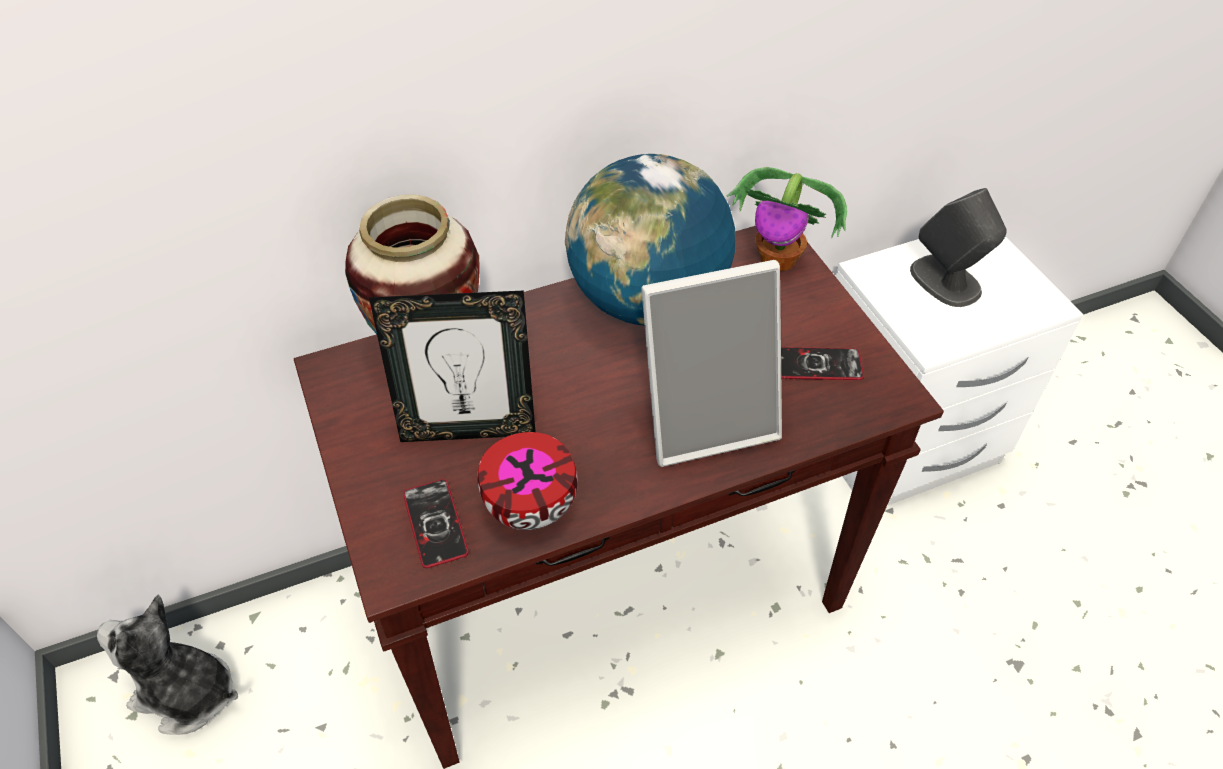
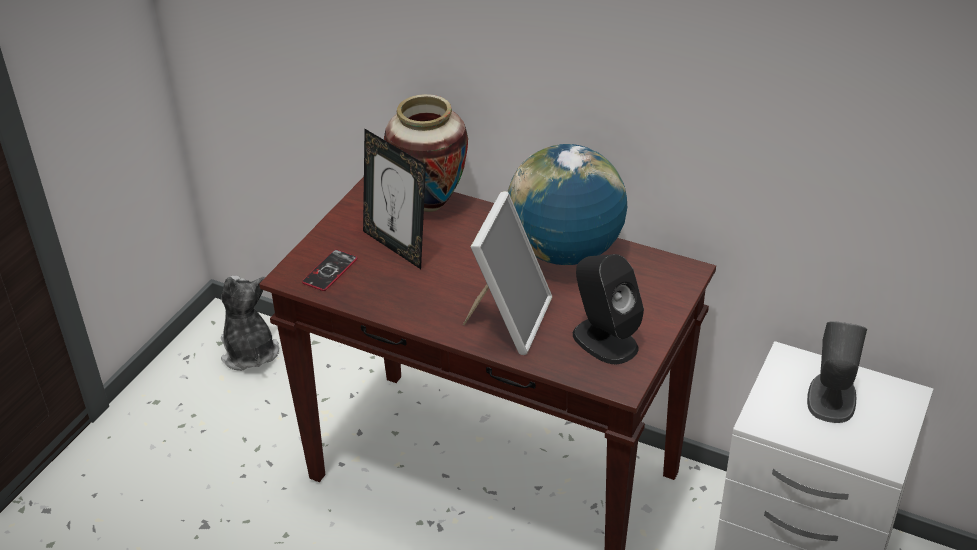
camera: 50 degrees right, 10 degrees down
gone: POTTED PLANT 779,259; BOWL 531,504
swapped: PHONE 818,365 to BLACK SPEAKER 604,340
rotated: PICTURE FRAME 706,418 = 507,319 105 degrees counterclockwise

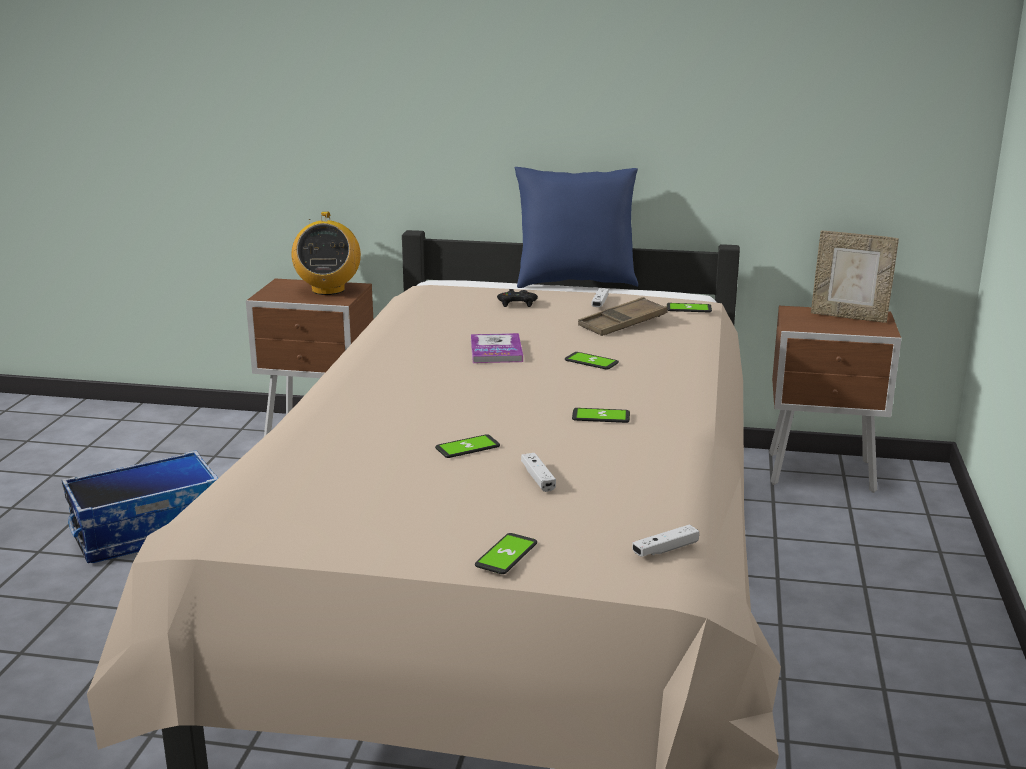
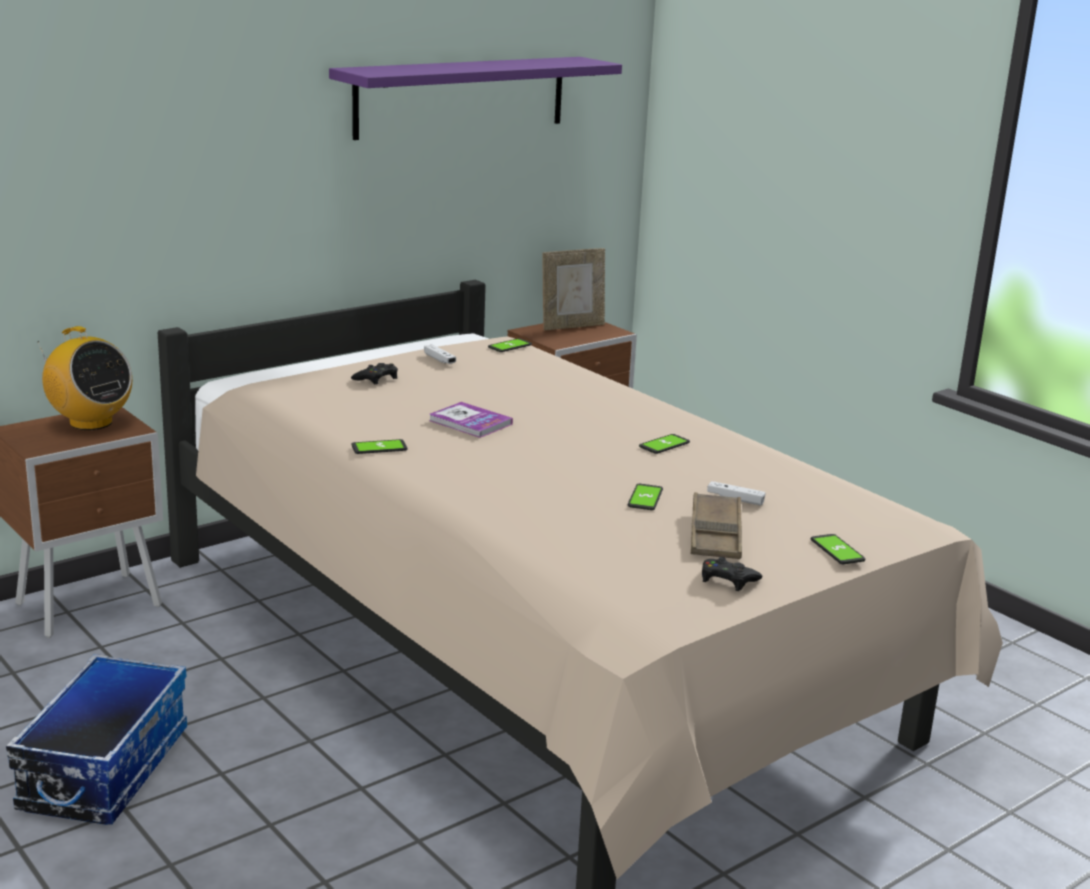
camera: 50 degrees left, 0 degrees up
gone: BLUE PILLOW 575,282; WHITE GAME CONTROLLER 665,549
new: PURPLE SHELF 461,96; BLACK GAME CONTROLLER 727,580
shifted: BROWN TRAY 622,323 to 715,534; PHONE 591,362 to 379,448

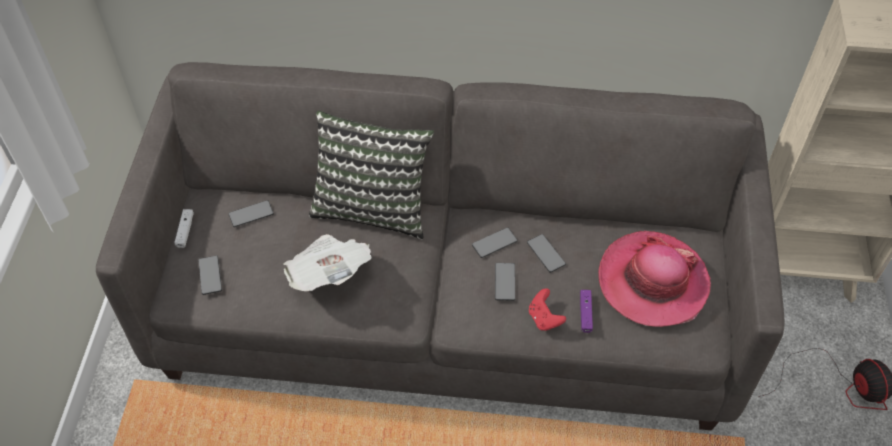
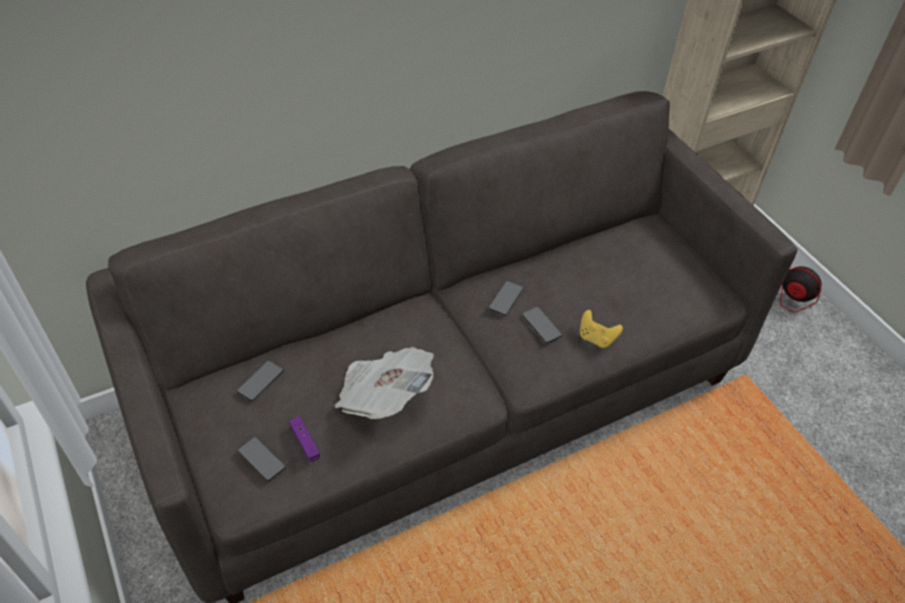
camera: 35 degrees left, 5 degrees down
gone: PILLOW 373,206; WHITE GAME CONTROLLER 185,231; HAT 652,282; PHONE 546,253
shifted: PURPLE GAME CONTROLLER 585,313 to 305,442
repainted: RED GAME CONTROLLER 544,318 to YELLOW GAME CONTROLLER 596,338

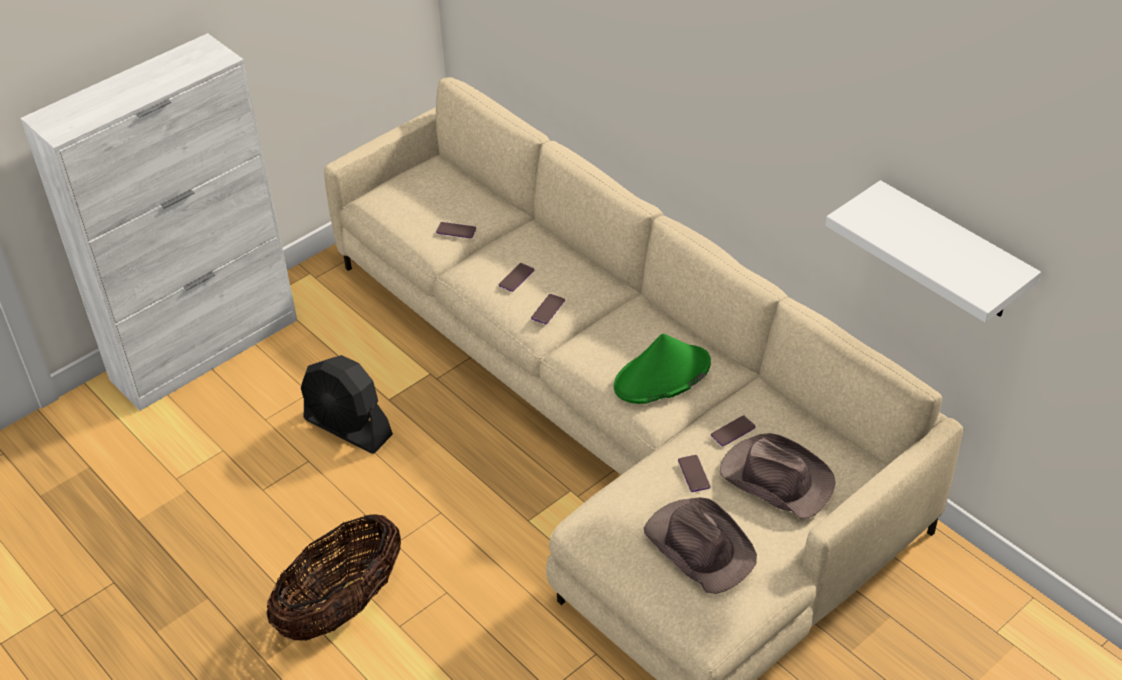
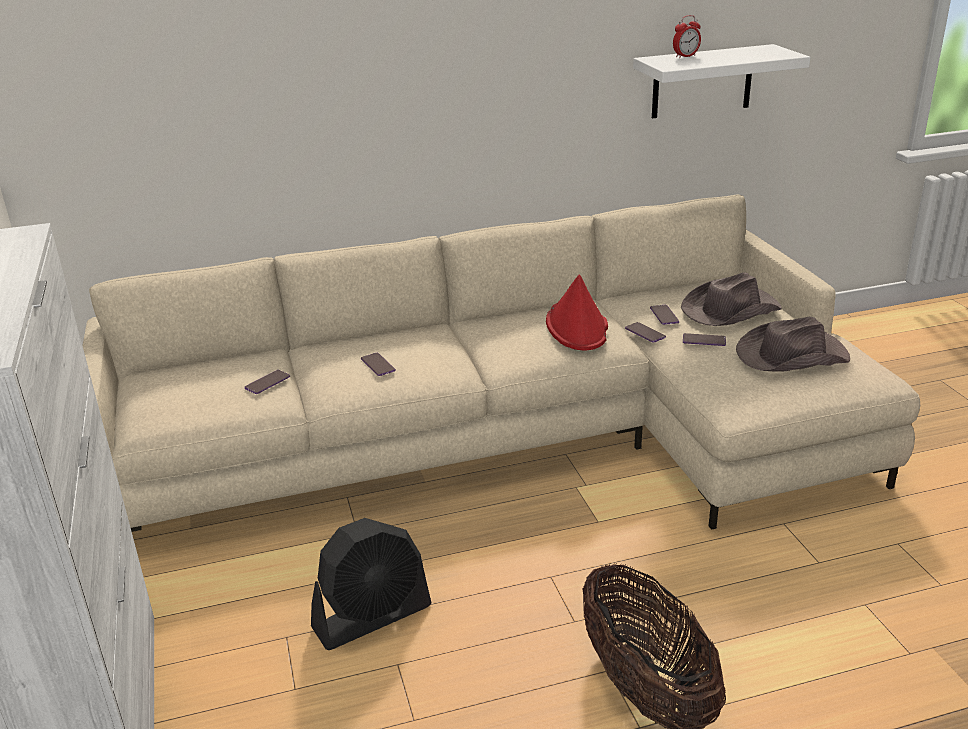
camera: 65 degrees left, 15 degrees down
new: ALARM CLOCK 685,56
shifted: PHONE 548,309 to 645,333
repainted: GREEN HAT 662,376 to RED HAT 577,327

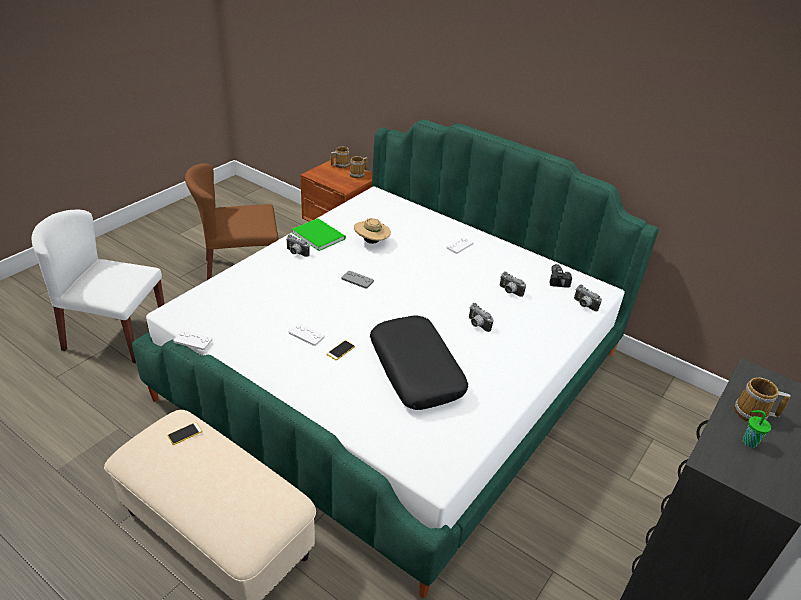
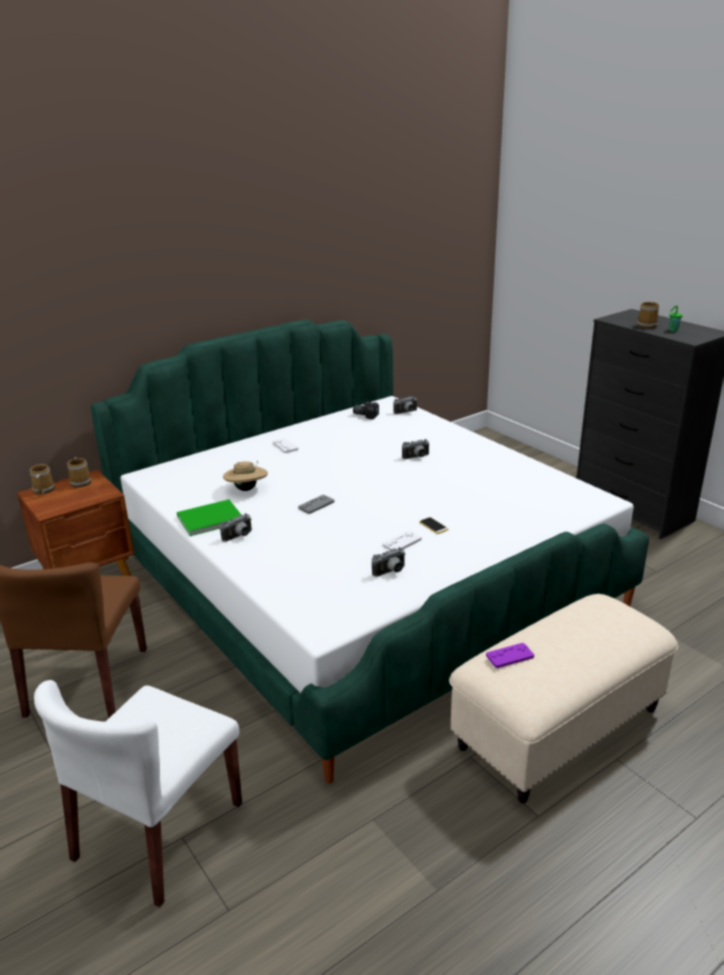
camera: 70 degrees left, 10 degrees down
gone: BLACK PILLOW 416,370; WHITE GAME CONTROLLER 193,341
shifted: PHOTO CAMERA 509,291 to 391,572
swapped: PHONE 185,433 to PURPLE GAME CONTROLLER 510,656

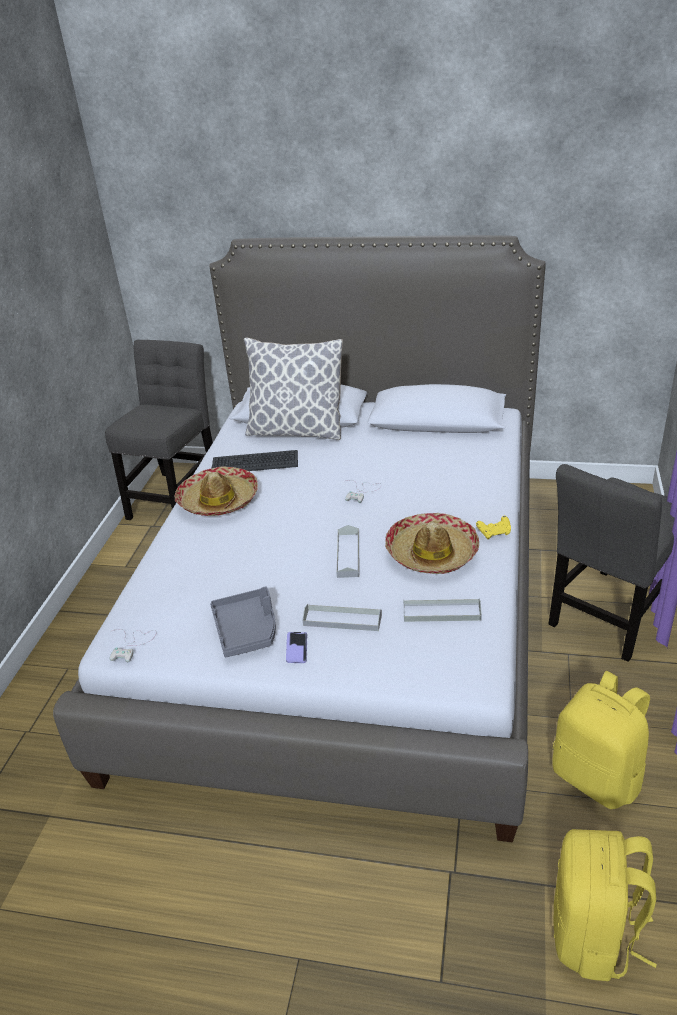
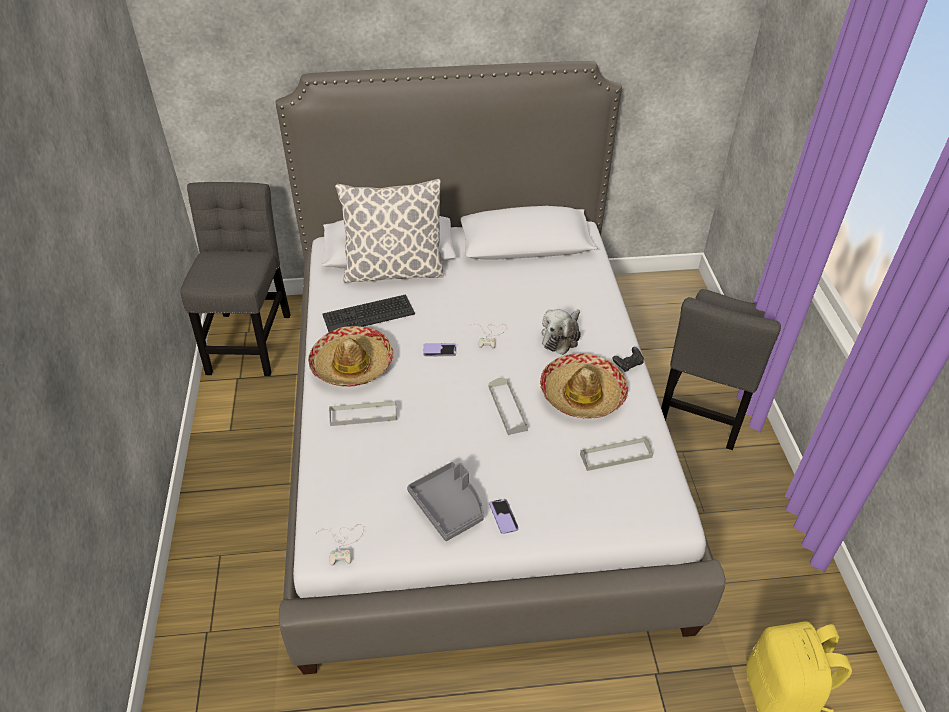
camera: 20 degrees left, 10 degrees up
gone: YELLOW BACKPACK 597,777
new: PLUSH TOY 561,337; PHONE 439,350
shifted: GREY TRAY 342,620 to 363,415
repainted: YELLOW GAME CONTROLLER 494,533 to BLACK GAME CONTROLLER 628,364

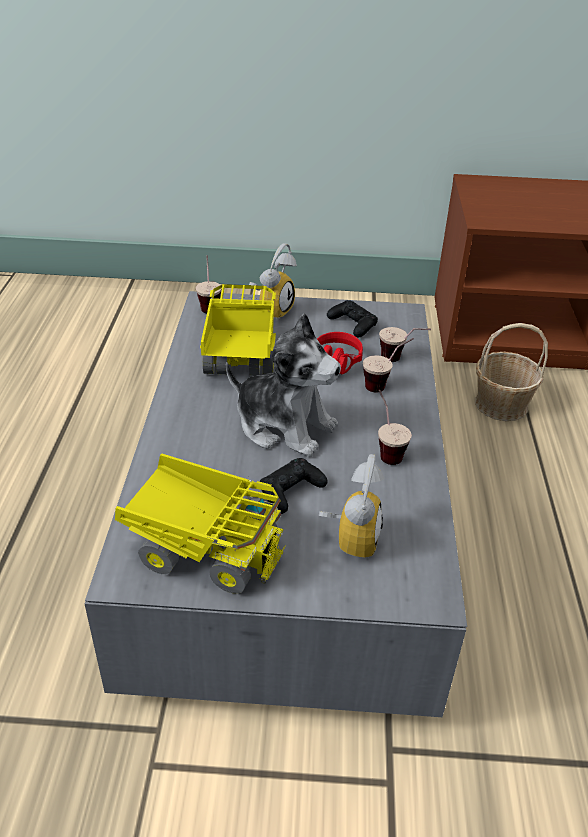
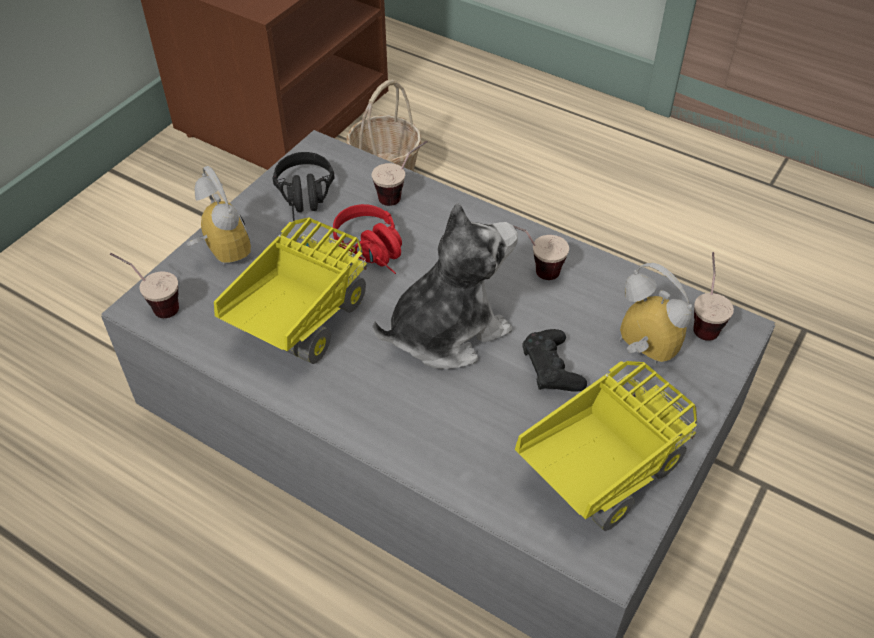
camera: 60 degrees left, 10 degrees up
shifted: CUP 385,384 to 703,320
swapped: BLACK GAME CONTROLLER 353,324 to BLACK HEADPHONES 306,199
rotated: TOY TRUCK 239,360 = 299,322 90 degrees clockwise

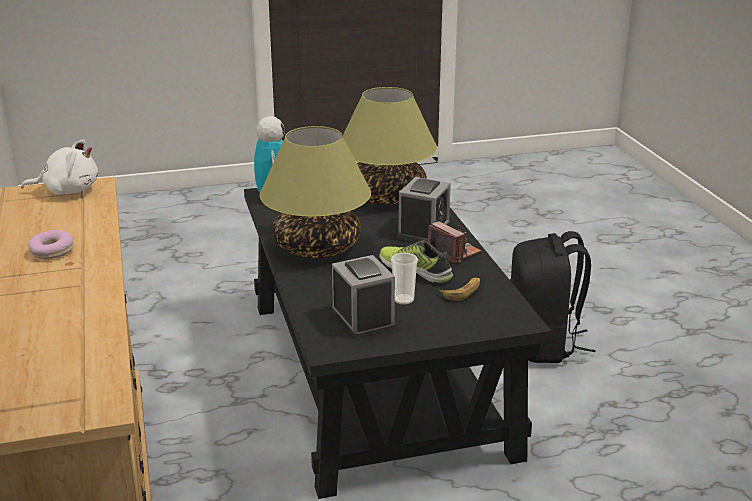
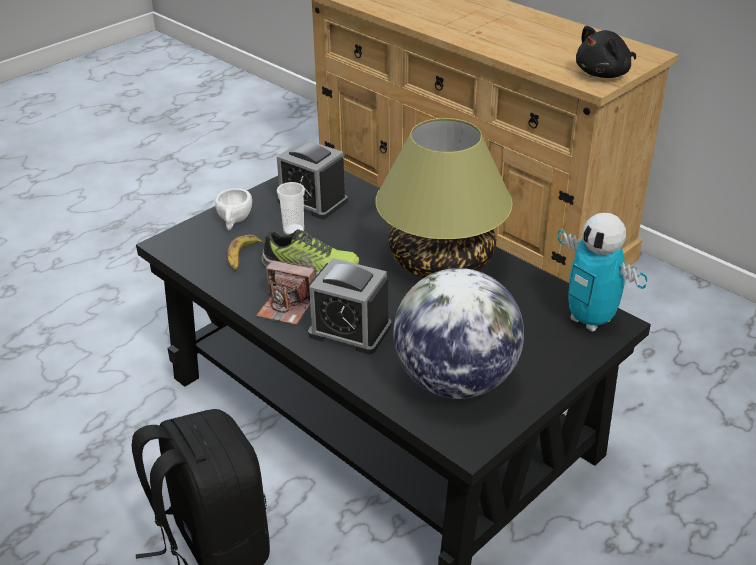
camera: 150 degrees right, 10 degrees up
gone: DONUT 52,251
new: WHITE CUP 234,222
swapped: TABLE LAMP 387,196 to GLOBE 455,381
repainted: WHITE PLUSH TOY 68,191 to BLACK PLUSH TOY 604,74
rotated: ALARM CLOCK 424,230 = 350,330 60 degrees counterclockwise

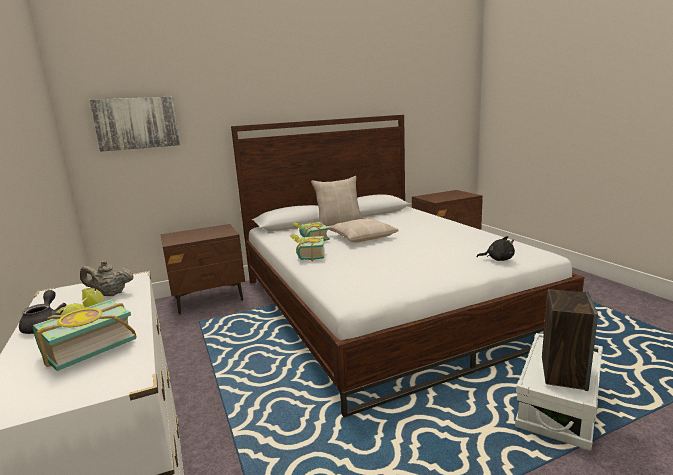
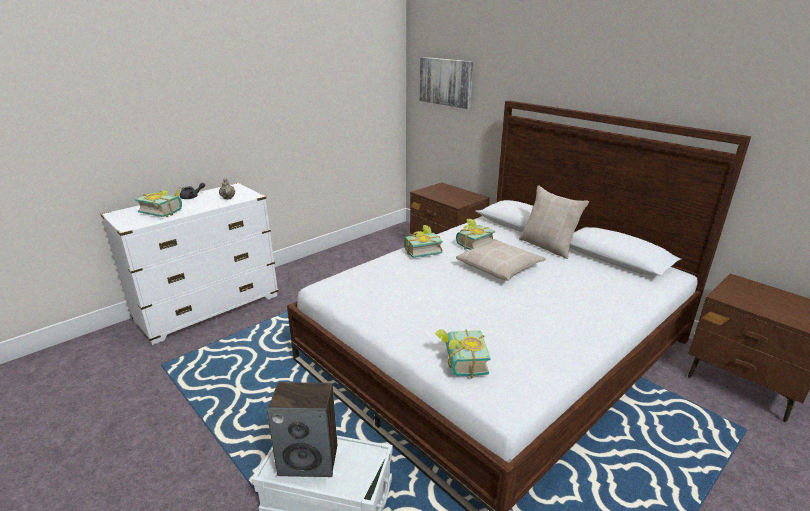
camera: 70 degrees right, 10 degrees up
swapped: BLACK PLUSH TOY 498,259 to BOOK 460,363

